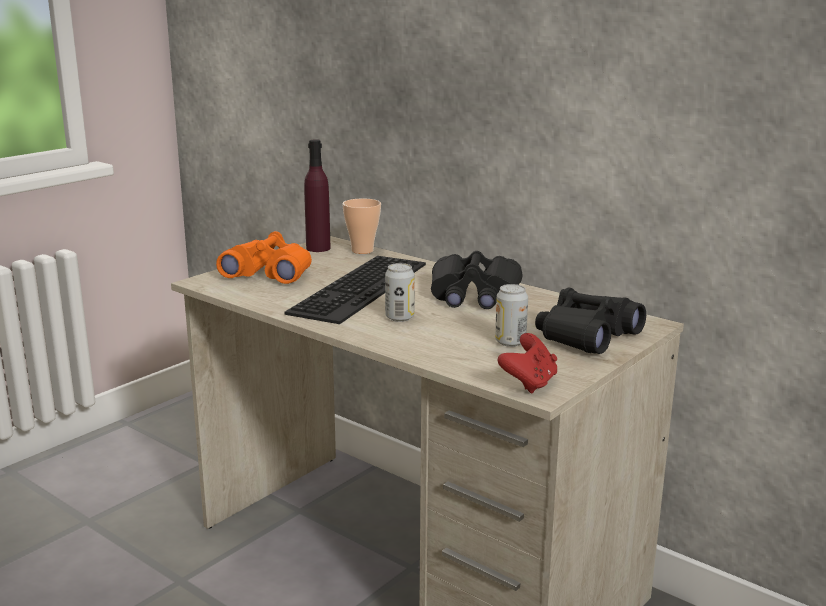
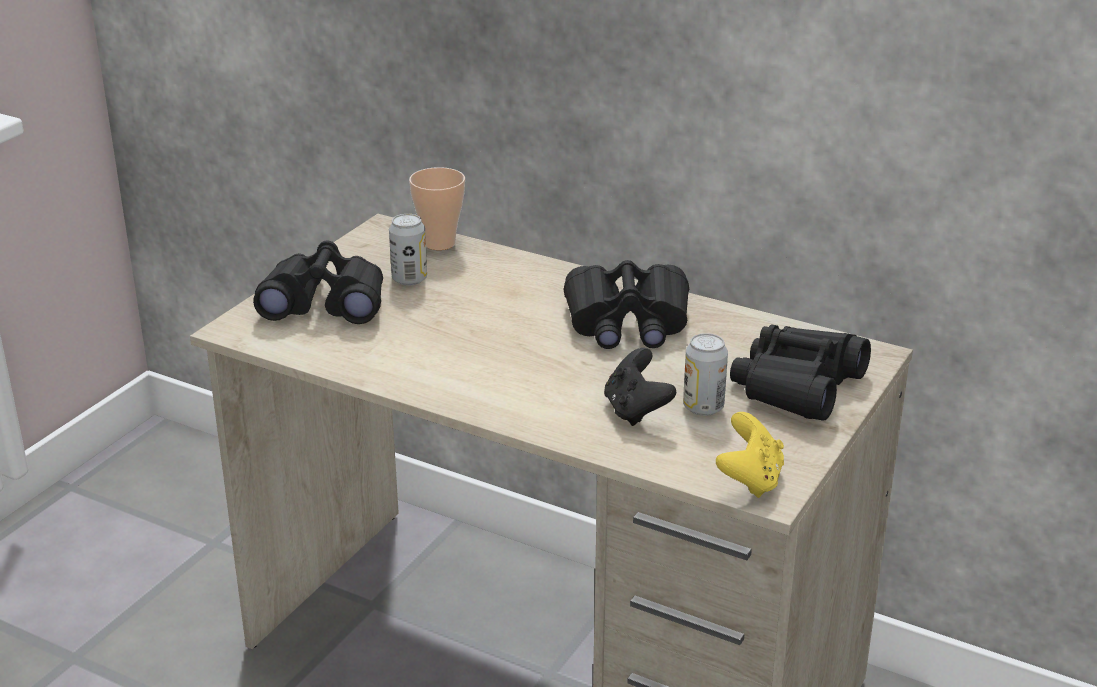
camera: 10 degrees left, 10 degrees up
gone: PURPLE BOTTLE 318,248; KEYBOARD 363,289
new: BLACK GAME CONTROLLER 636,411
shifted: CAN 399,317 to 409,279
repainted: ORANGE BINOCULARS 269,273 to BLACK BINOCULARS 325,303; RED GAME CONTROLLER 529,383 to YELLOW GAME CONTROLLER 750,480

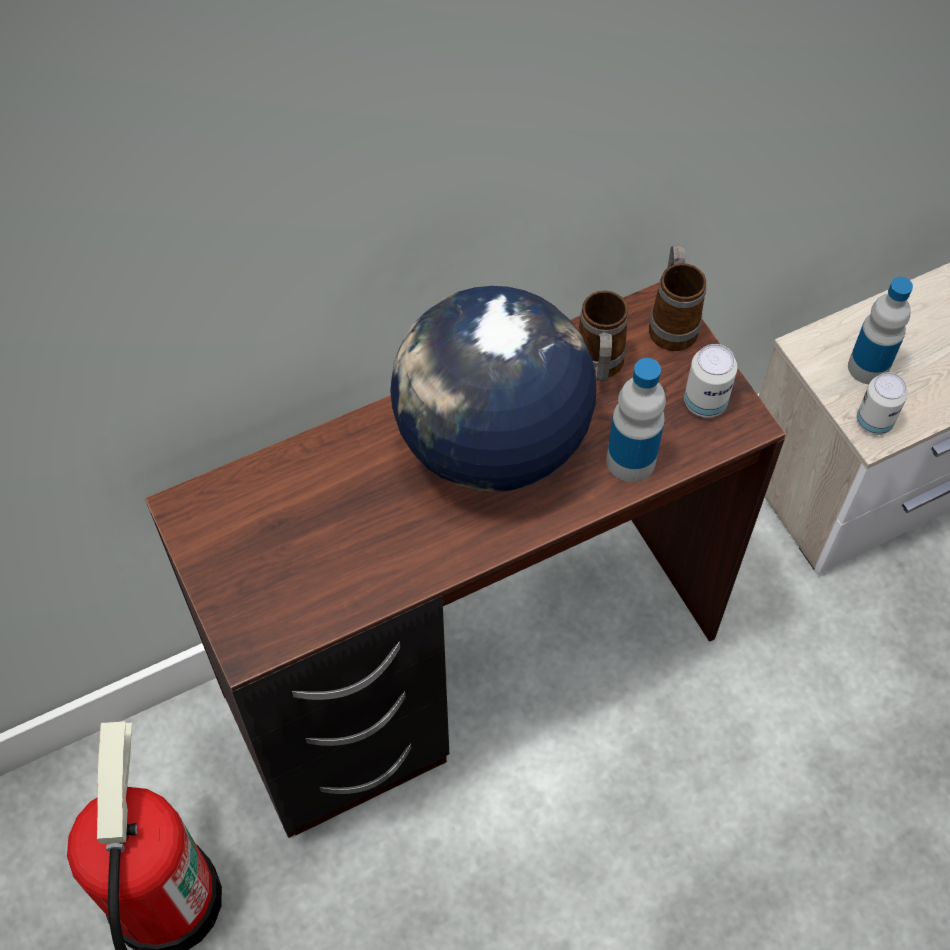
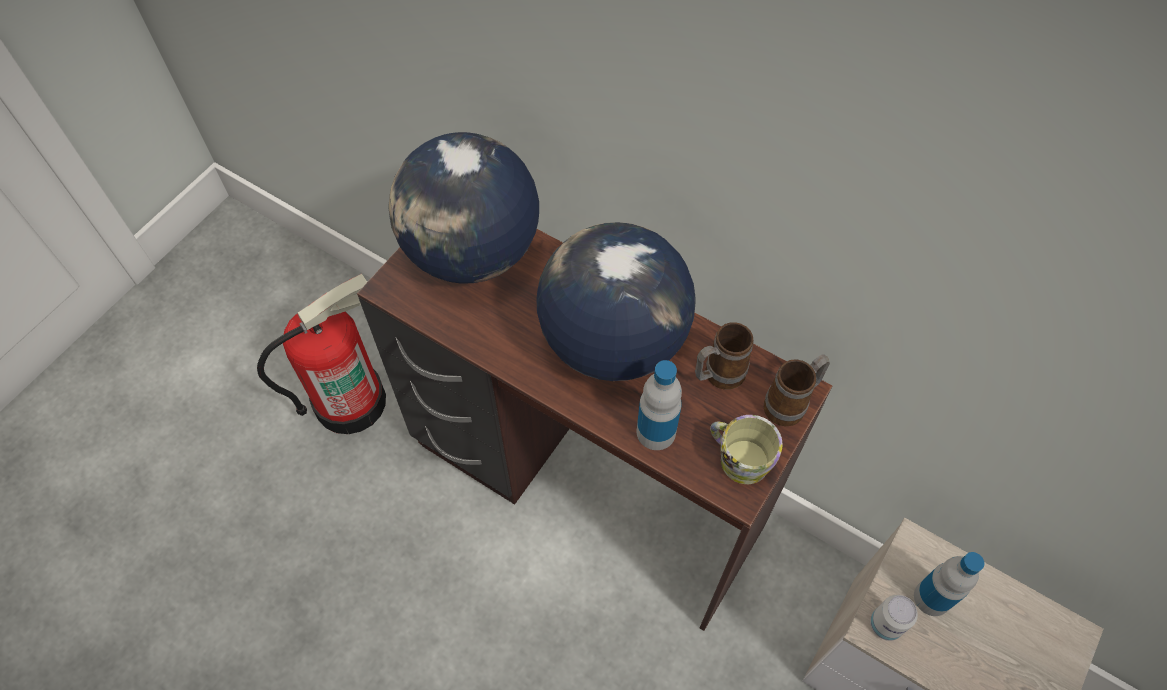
camera: 60 degrees right, 0 degrees up
new: GLOBE 472,253
swapped: CAN 705,402 to MUG 738,457

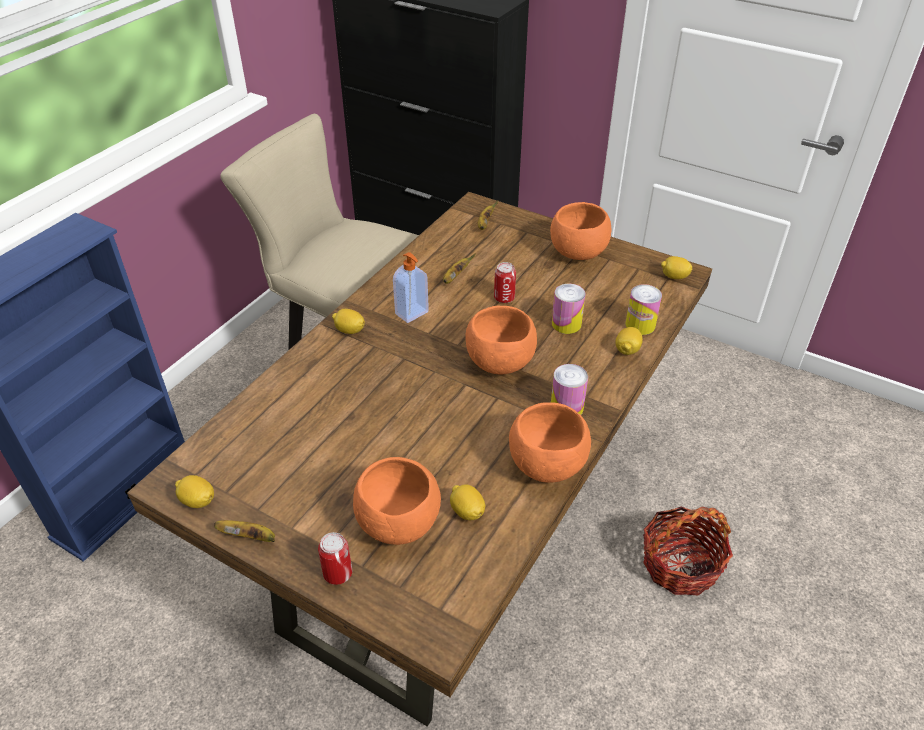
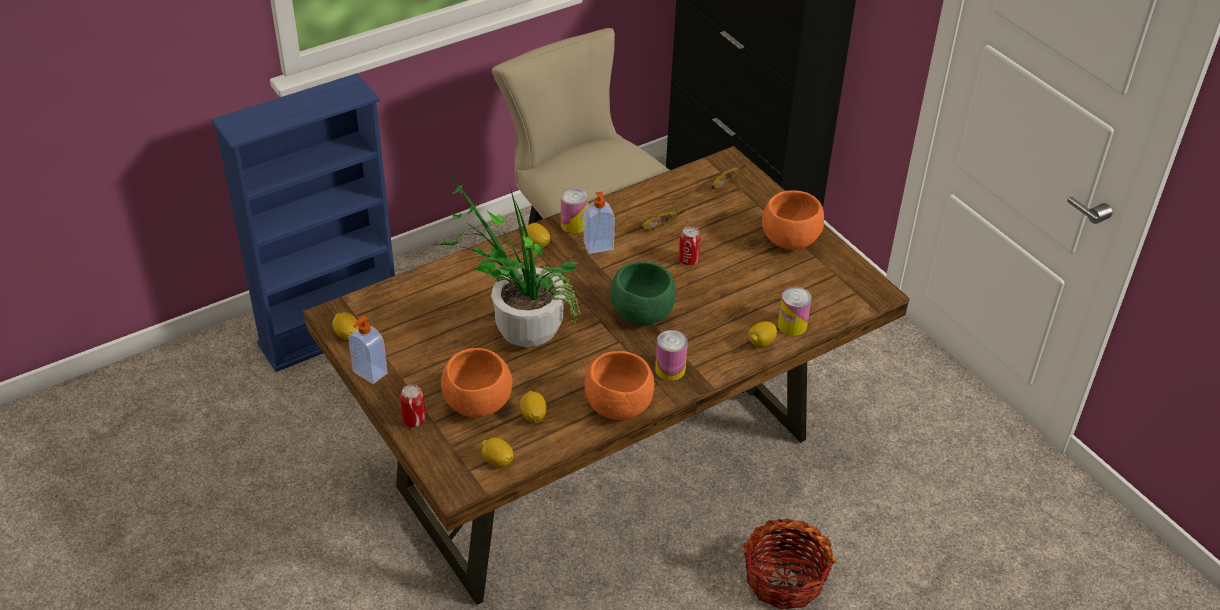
camera: 25 degrees right, 0 degrees up
new: POTTED PLANT 517,330
shifted: LEMON 674,277 to 497,461; CAN 566,324 to 574,224
swapped: BANANA 250,537 to SOAP DISPENSER 369,373
repainted: ORANGE BOWL 500,363 to GREEN BOWL 641,315

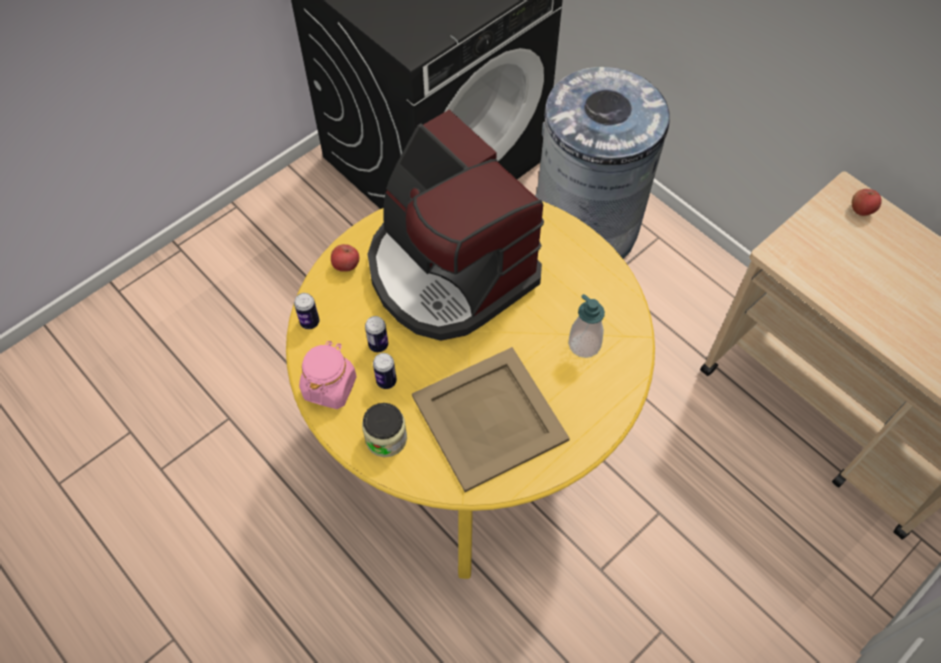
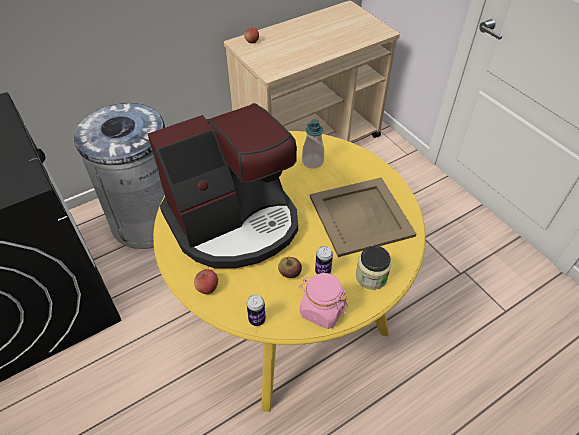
camera: 80 degrees left, 10 degrees down
swapped: CAN 378,345 to APPLE 289,273

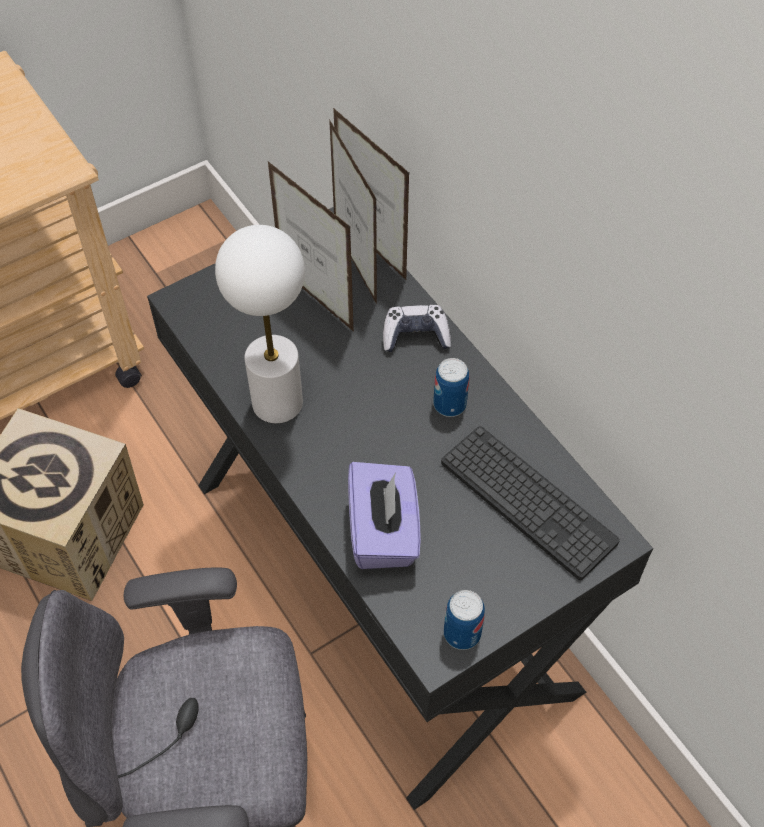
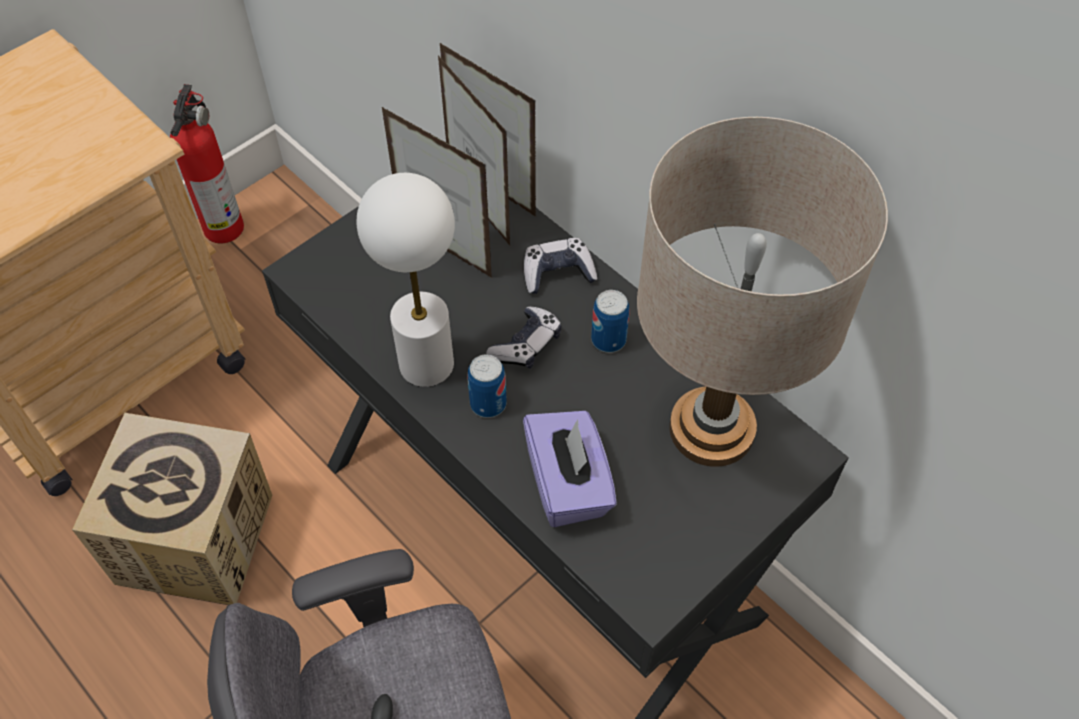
camera: 10 degrees left, 0 degrees up
new: FIRE EXTINGUISHER 224,225; GAME CONTROLLER 526,345
shifted: CAN 462,633 to 488,403
swapped: KEYBOARD 527,502 to BEIGE TABLE LAMP 711,429

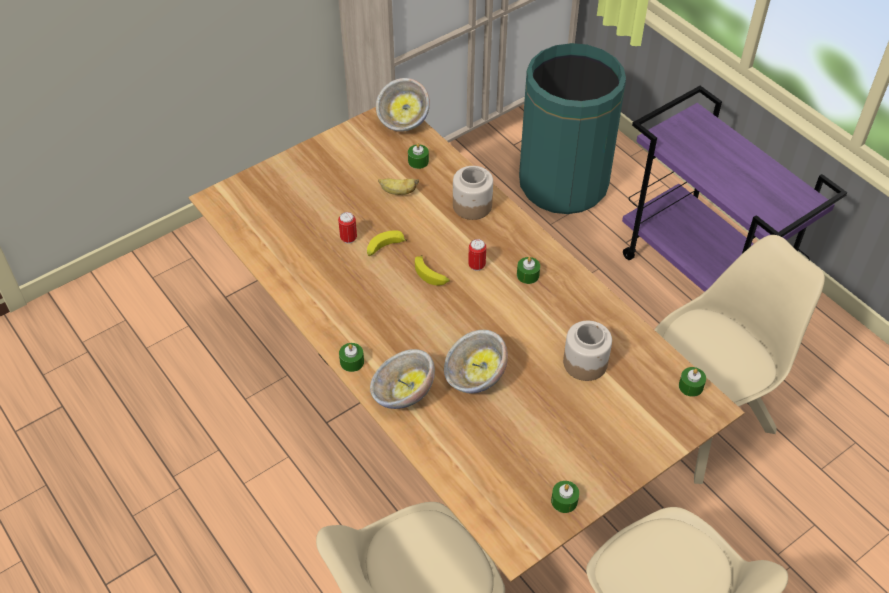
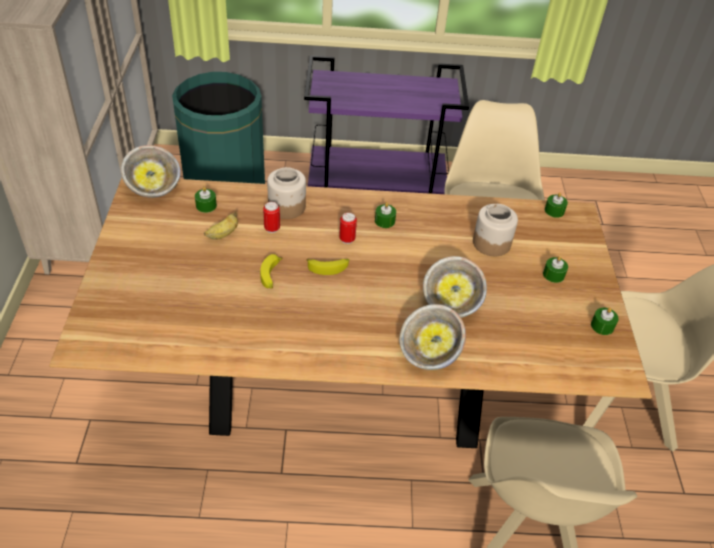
camera: 55 degrees left, 5 degrees down
shifted: CAN 348,238 to 272,228; GREEN CANDLE 352,362 to 553,275

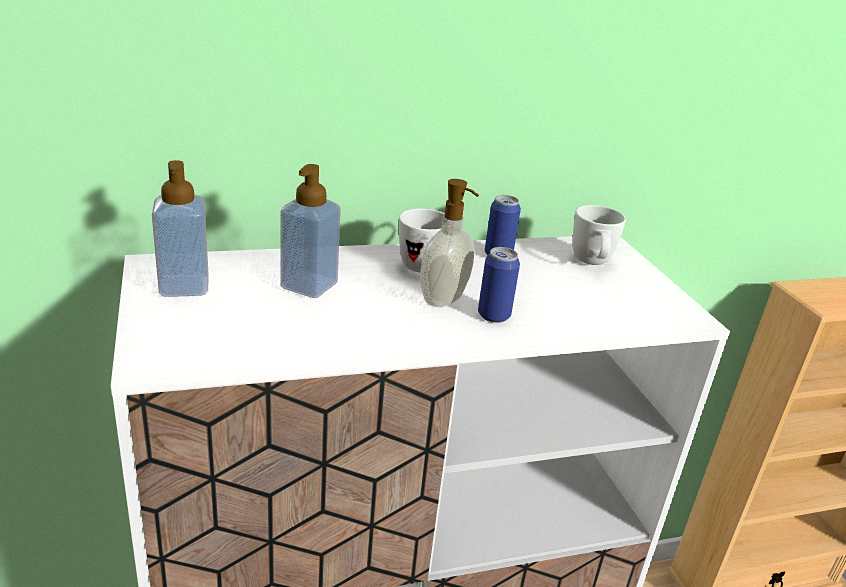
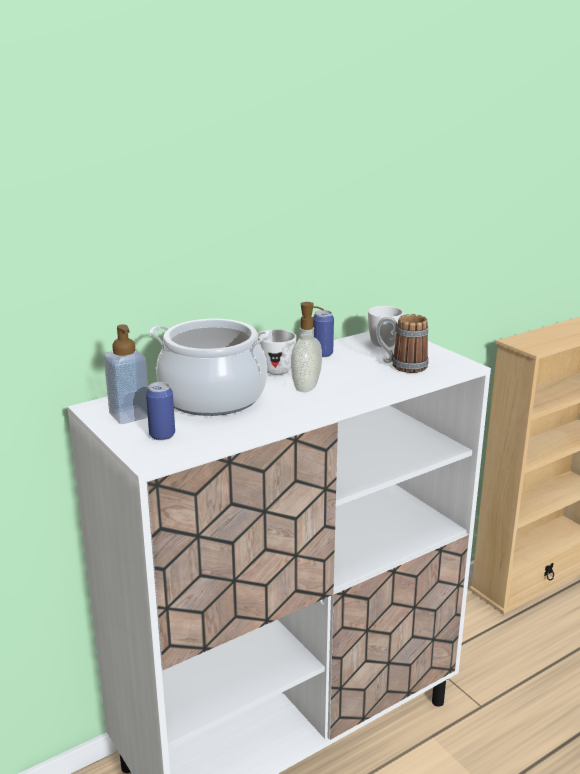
camera: 15 degrees left, 5 degrees down
new: MUG 401,366
shifted: CAN 493,315 to 162,435
swapped: SOAP DISPENSER 309,285 to COOKING POT 213,397

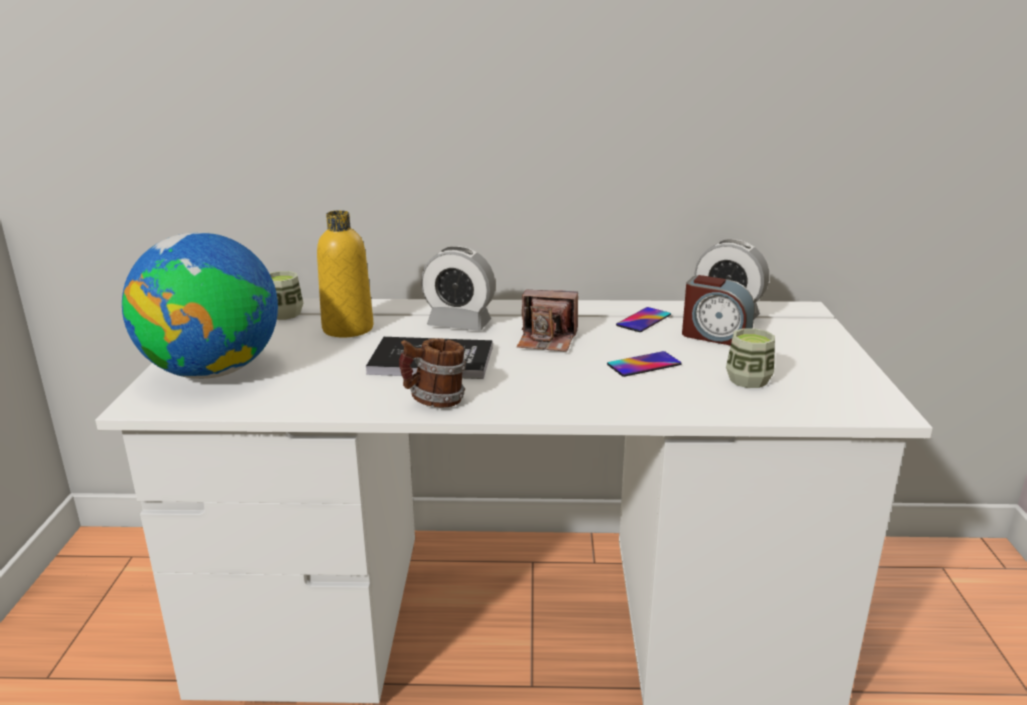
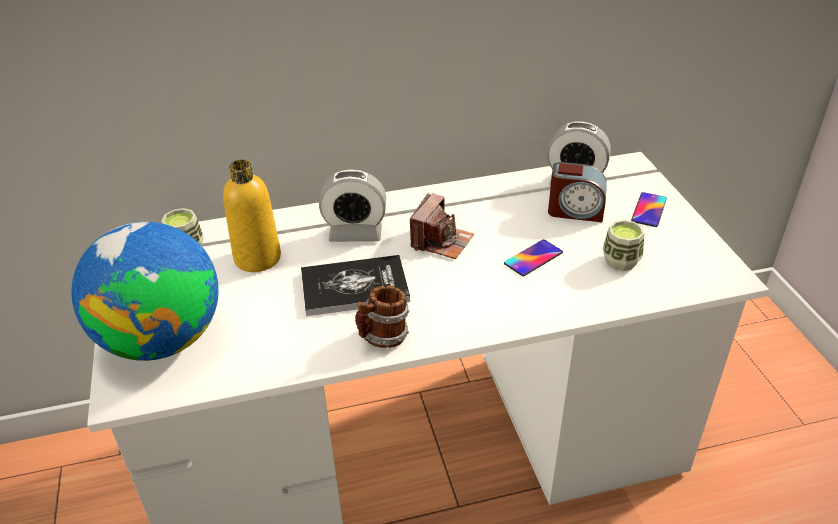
camera: 15 degrees left, 15 degrees up
shifted: PHONE 643,320 to 649,210
rotated: PHOTO CAMERA 547,340 = 441,241 60 degrees counterclockwise

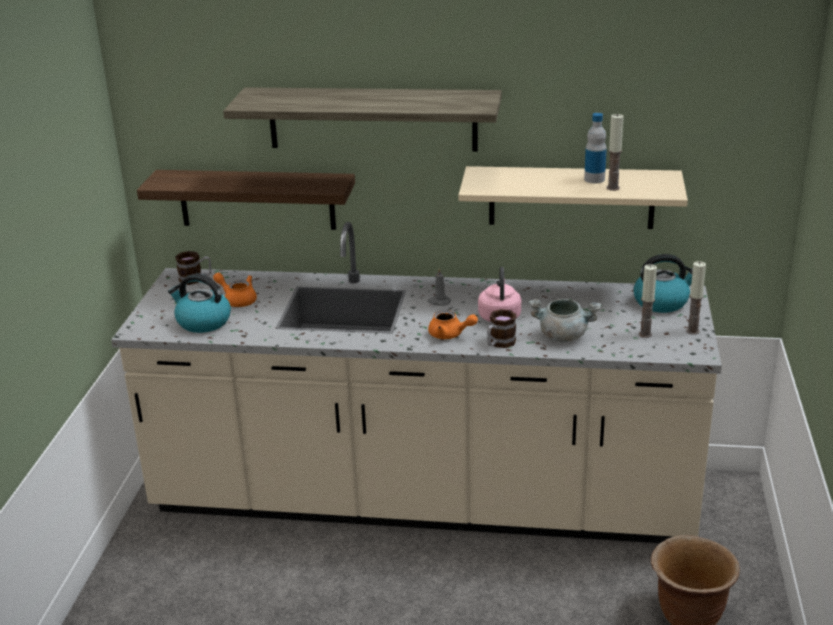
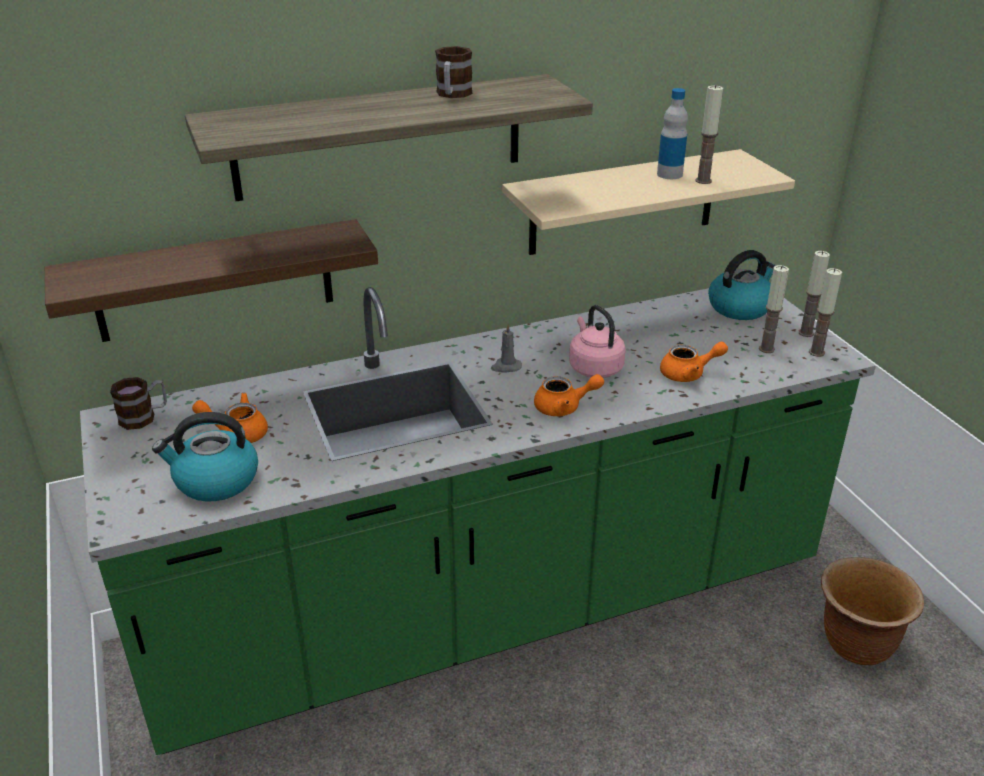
camera: 30 degrees left, 5 degrees up
new: CANDLE 816,352
shifted: MUG 499,344 to 452,95
swapped: GREY COOKING POT 563,336 to ORANGE TEAPOT 688,374
repainted: BEIGE COUNTER 423,501 to GREEN COUNTER 492,611

